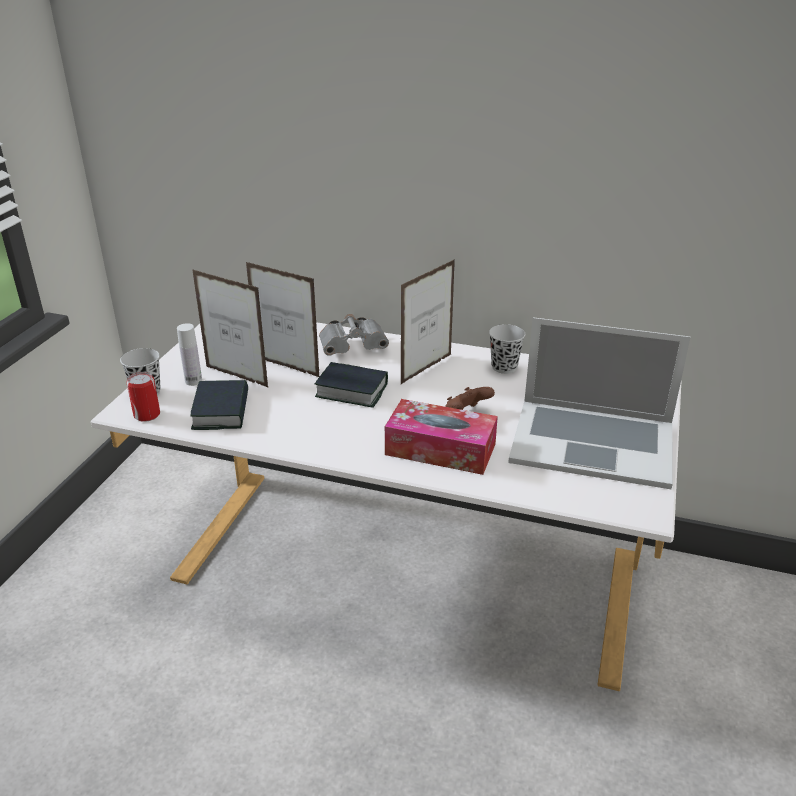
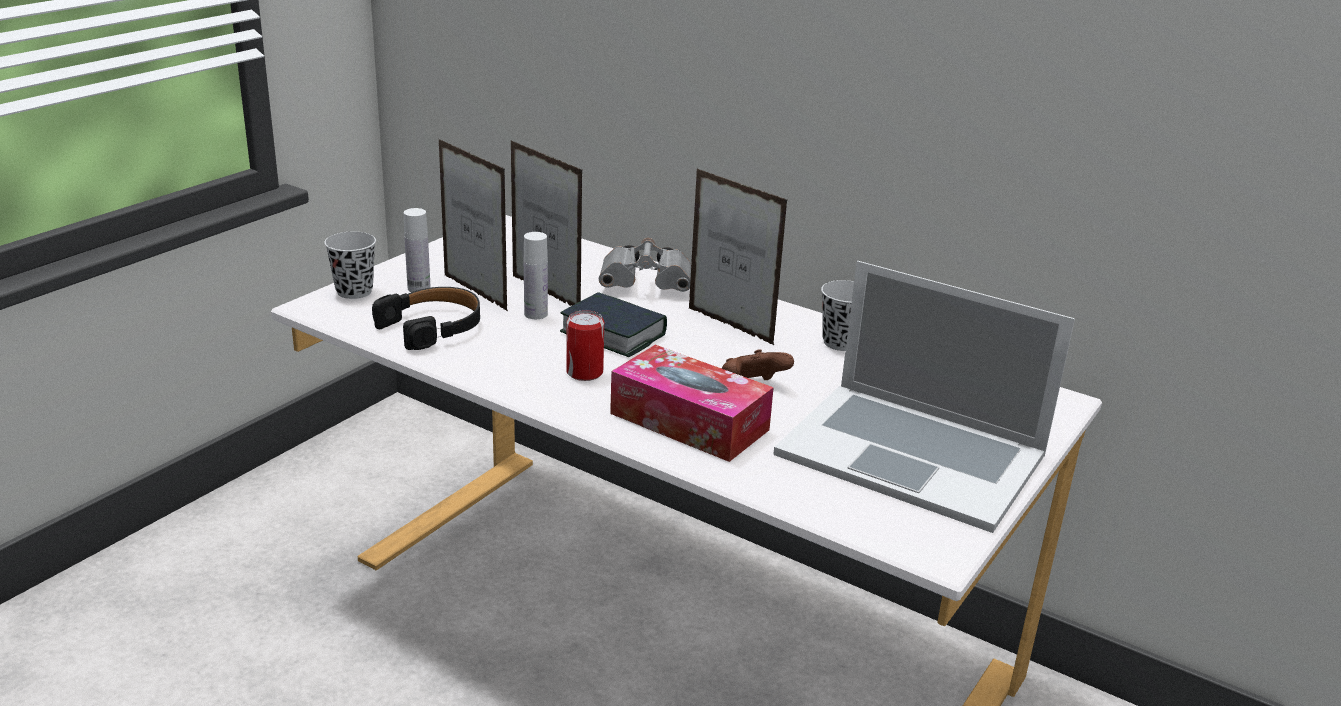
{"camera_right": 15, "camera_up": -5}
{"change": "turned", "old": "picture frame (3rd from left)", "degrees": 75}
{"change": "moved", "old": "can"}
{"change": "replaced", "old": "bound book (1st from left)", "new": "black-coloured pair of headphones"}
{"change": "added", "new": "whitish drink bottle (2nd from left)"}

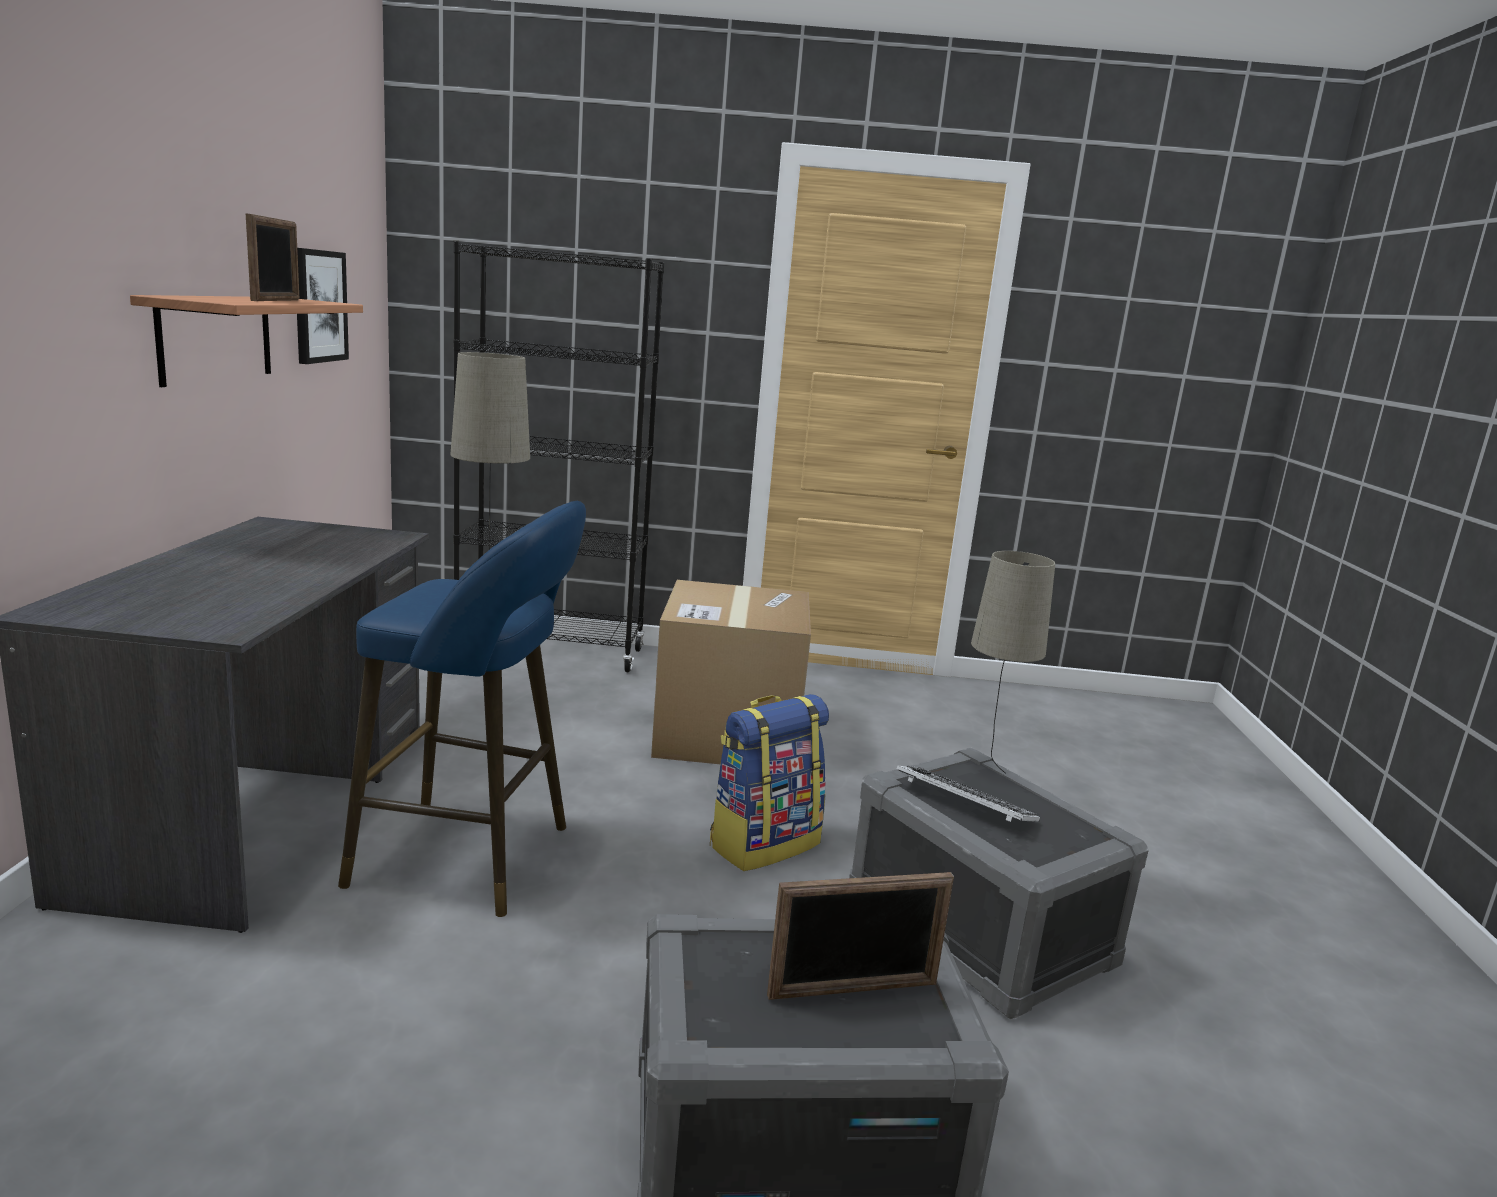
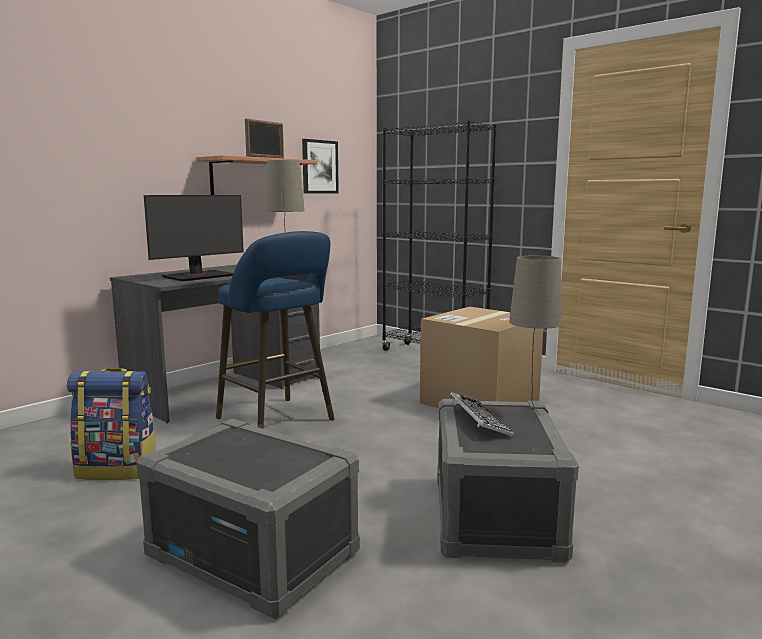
{"camera_right": 40, "camera_up": -5}
{"change": "moved", "old": "rucksack"}
{"change": "removed", "old": "picture frame (2nd from left)"}
{"change": "added", "new": "computer screen"}

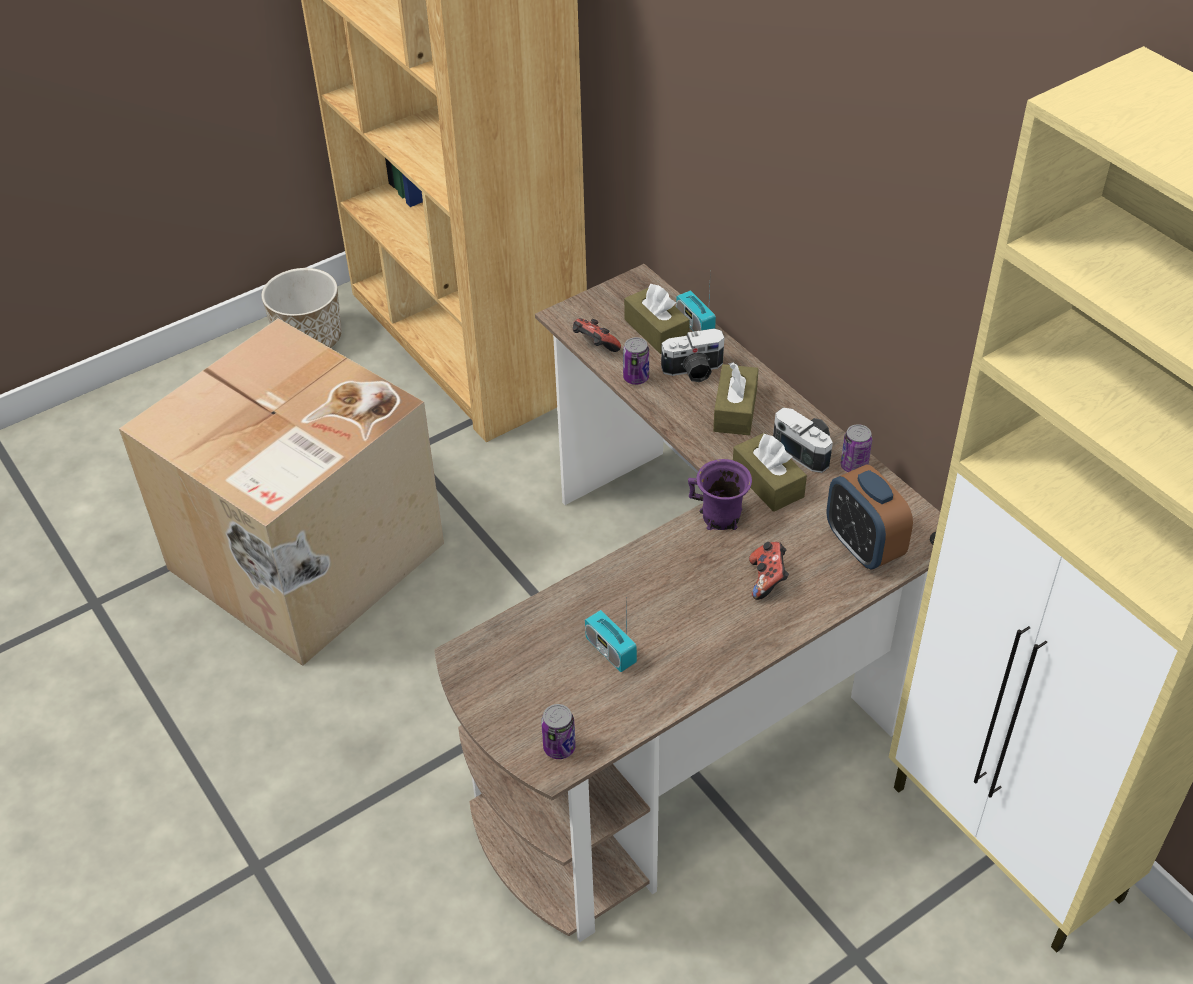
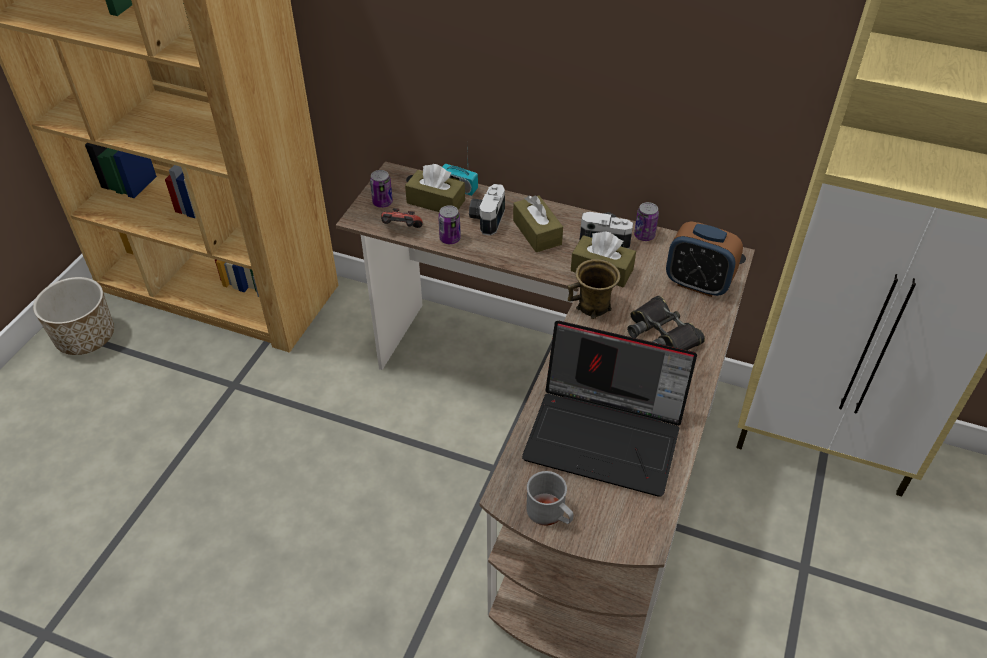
{"camera_right": -35, "camera_up": 0}
{"change": "removed", "old": "carton"}
{"change": "turned", "old": "photo camera (1st from left)", "degrees": 150}
{"change": "recoloured", "old": "purple-coloured tea mug", "new": "brown tea mug"}
{"change": "replaced", "old": "game controller (2nd from left)", "new": "black-coloured binoculars"}
{"change": "replaced", "old": "radio receiver (1st from left)", "new": "notebook computer"}
{"change": "moved", "old": "can (1st from left)"}
{"change": "added", "new": "greyish tea mug"}

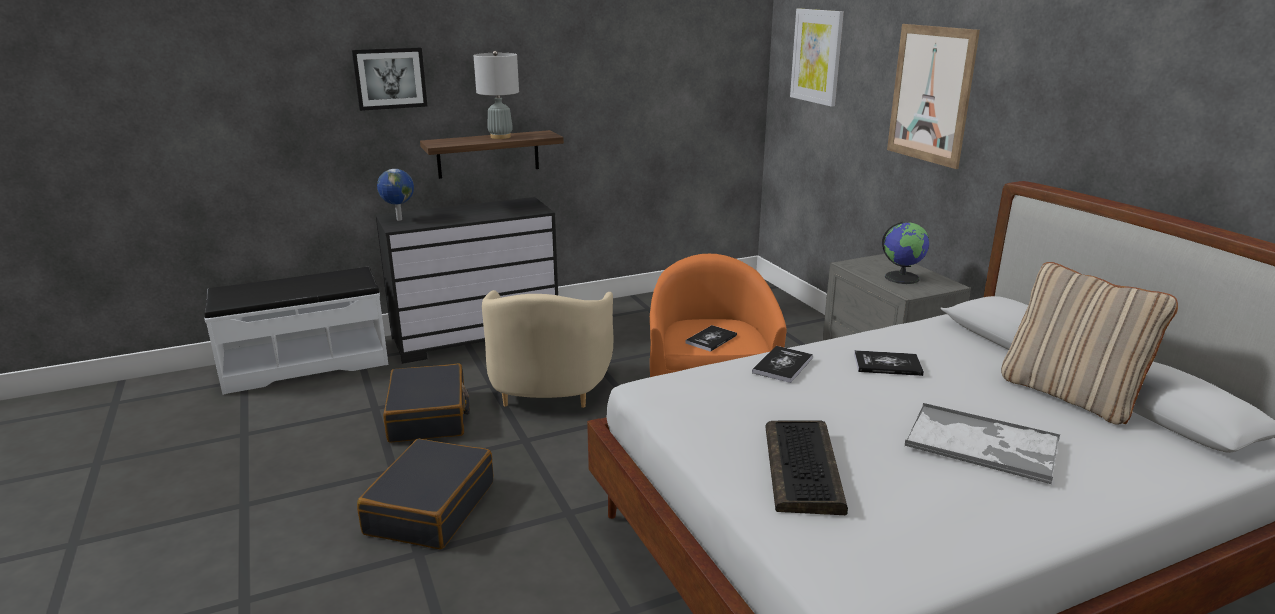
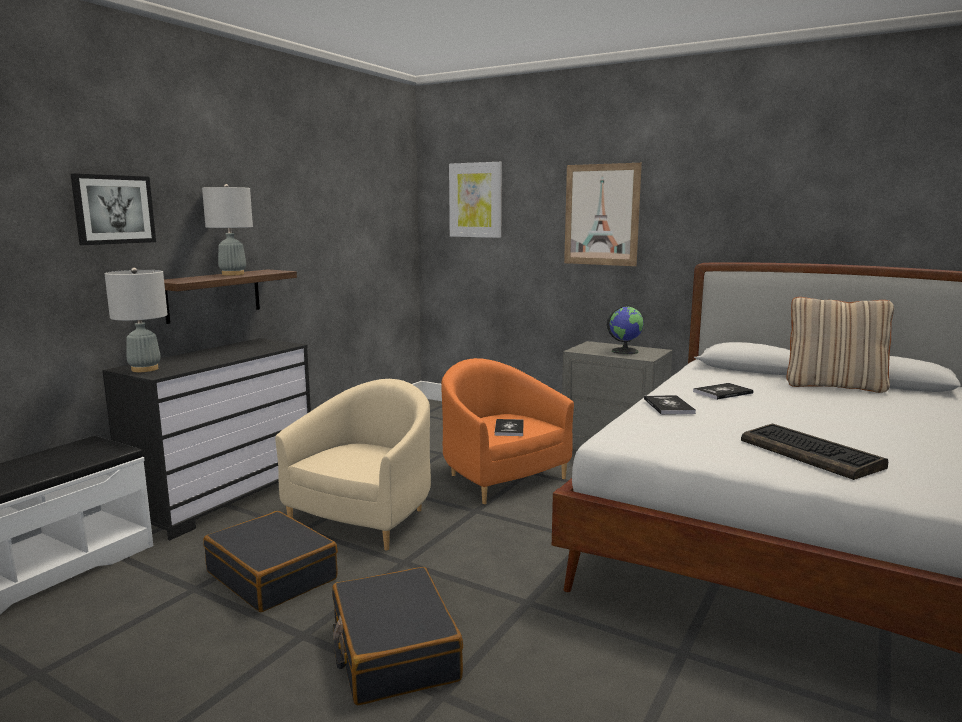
{"camera_right": -35, "camera_up": -10}
{"change": "replaced", "old": "world globe (1st from left)", "new": "greyish lamp for a table (1st from left)"}
{"change": "turned", "old": "beige lounge chair", "degrees": -120}
{"change": "removed", "old": "carrying tray"}

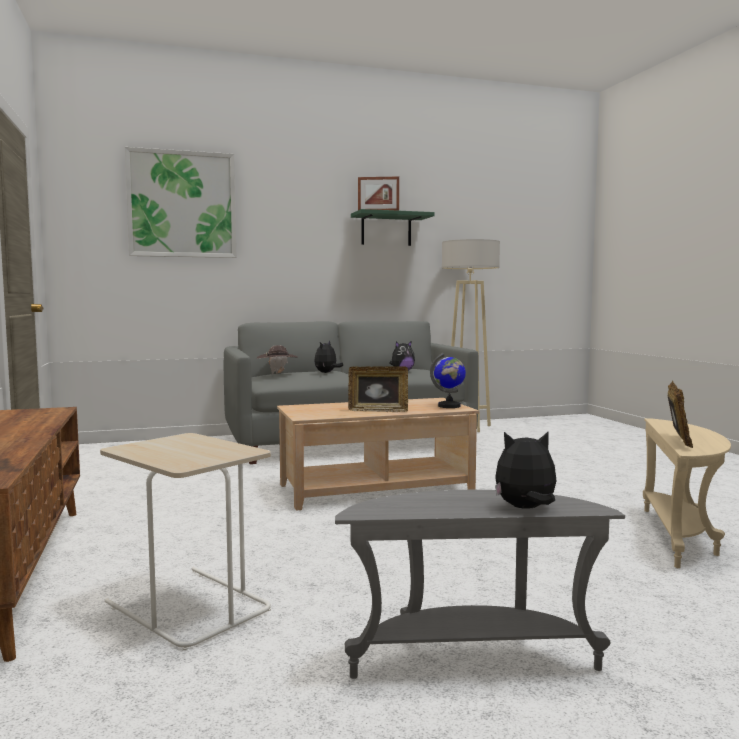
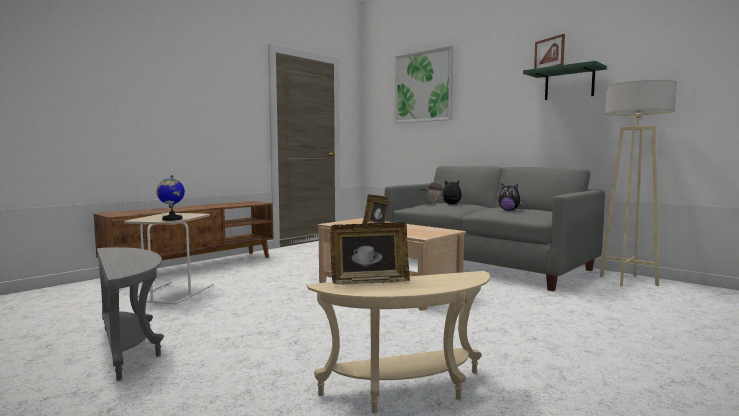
{"camera_right": 60, "camera_up": 0}
{"change": "moved", "old": "world globe"}
{"change": "removed", "old": "soft toy (3rd from left)"}

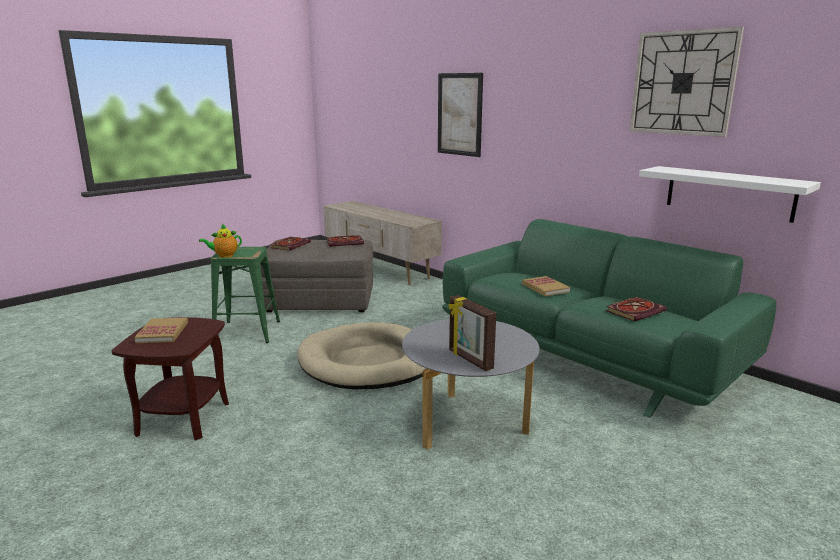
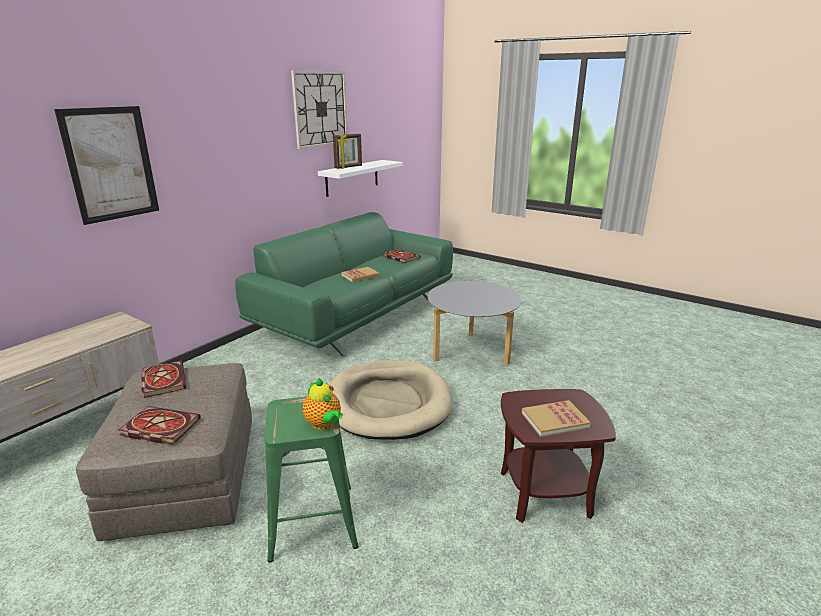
{"camera_right": -100, "camera_up": 5}
{"change": "moved", "old": "picture frame"}

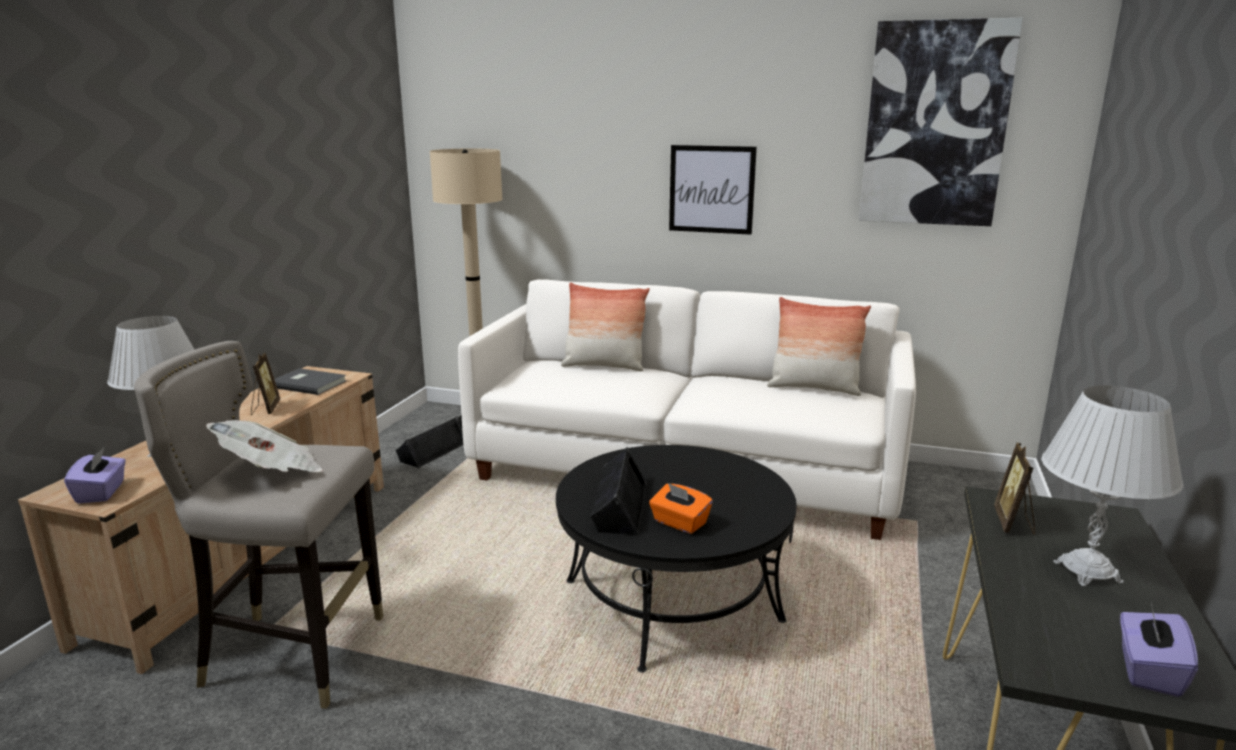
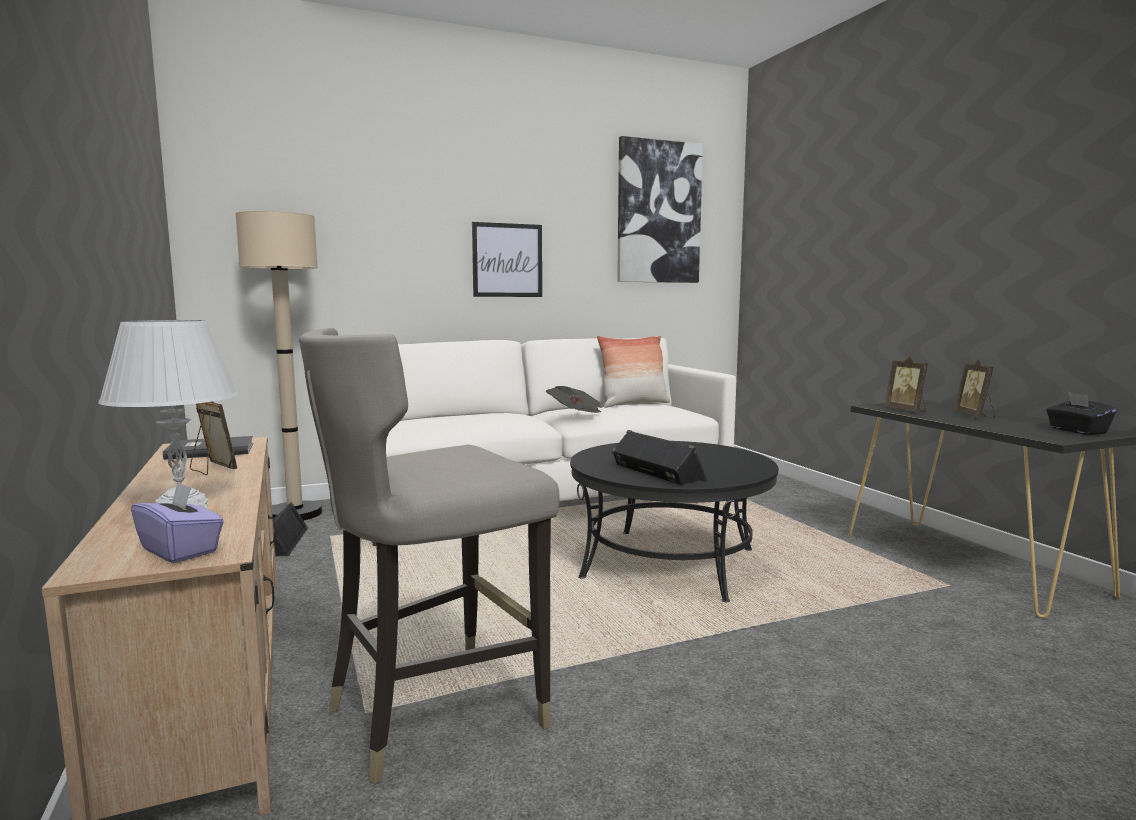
{"camera_right": -40, "camera_up": -10}
{"change": "removed", "old": "pillow (1st from left)"}
{"change": "replaced", "old": "whitish lamp for a table (2nd from left)", "new": "picture frame (3rd from left)"}
{"change": "moved", "old": "daily paper"}
{"change": "removed", "old": "orange box of tissues"}
{"change": "recoloured", "old": "purple-coloured box of tissues (2nd from left)", "new": "black-coloured box of tissues"}

